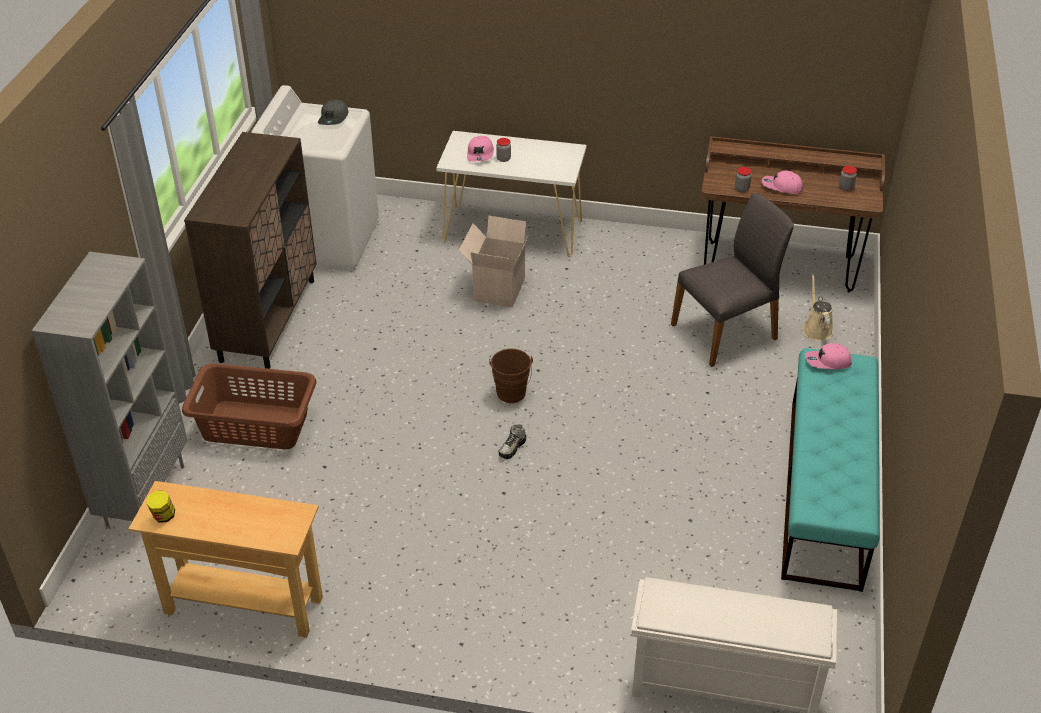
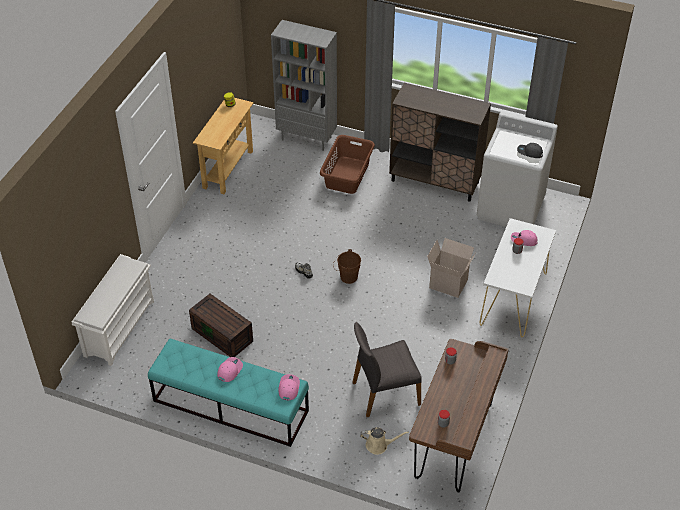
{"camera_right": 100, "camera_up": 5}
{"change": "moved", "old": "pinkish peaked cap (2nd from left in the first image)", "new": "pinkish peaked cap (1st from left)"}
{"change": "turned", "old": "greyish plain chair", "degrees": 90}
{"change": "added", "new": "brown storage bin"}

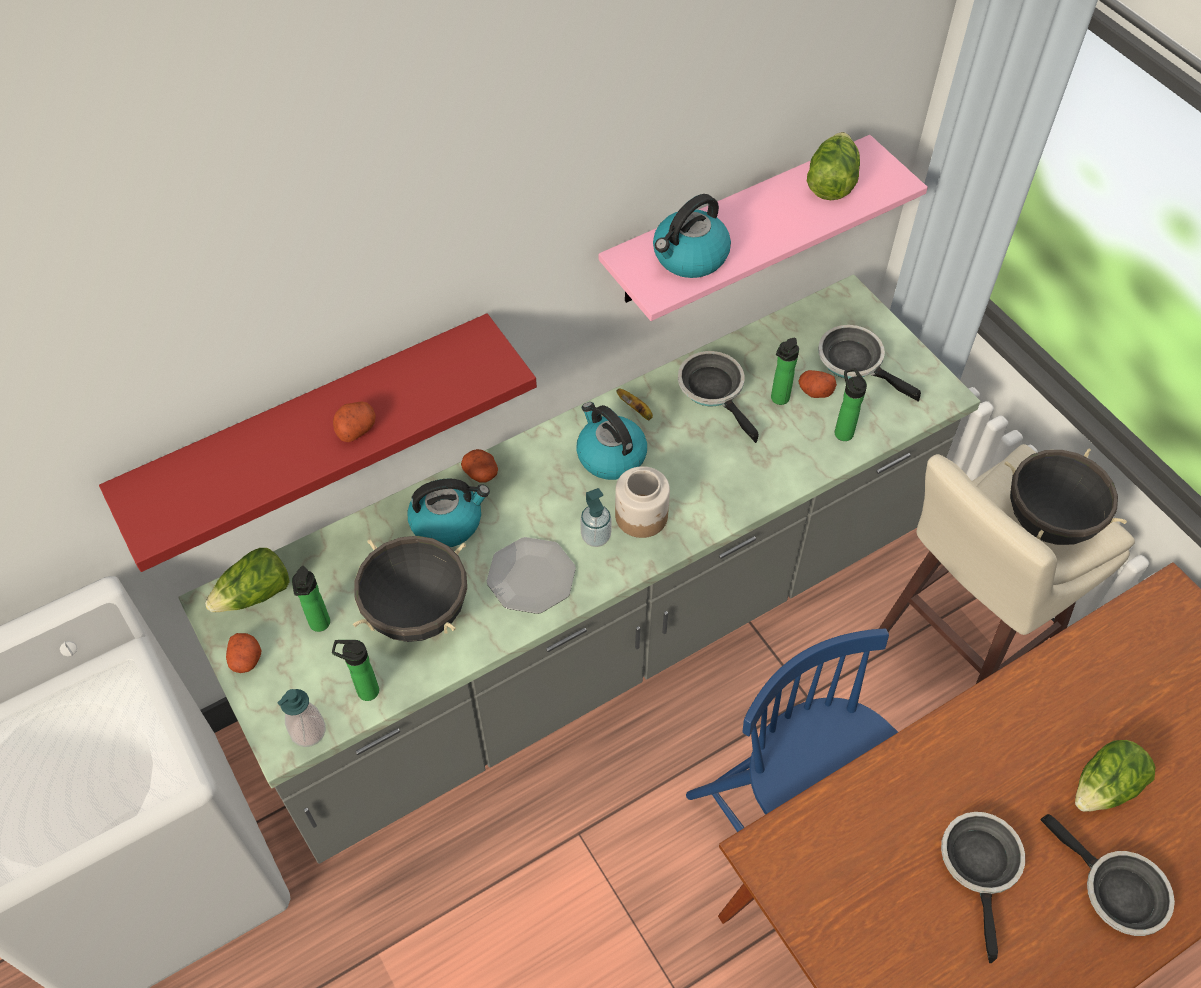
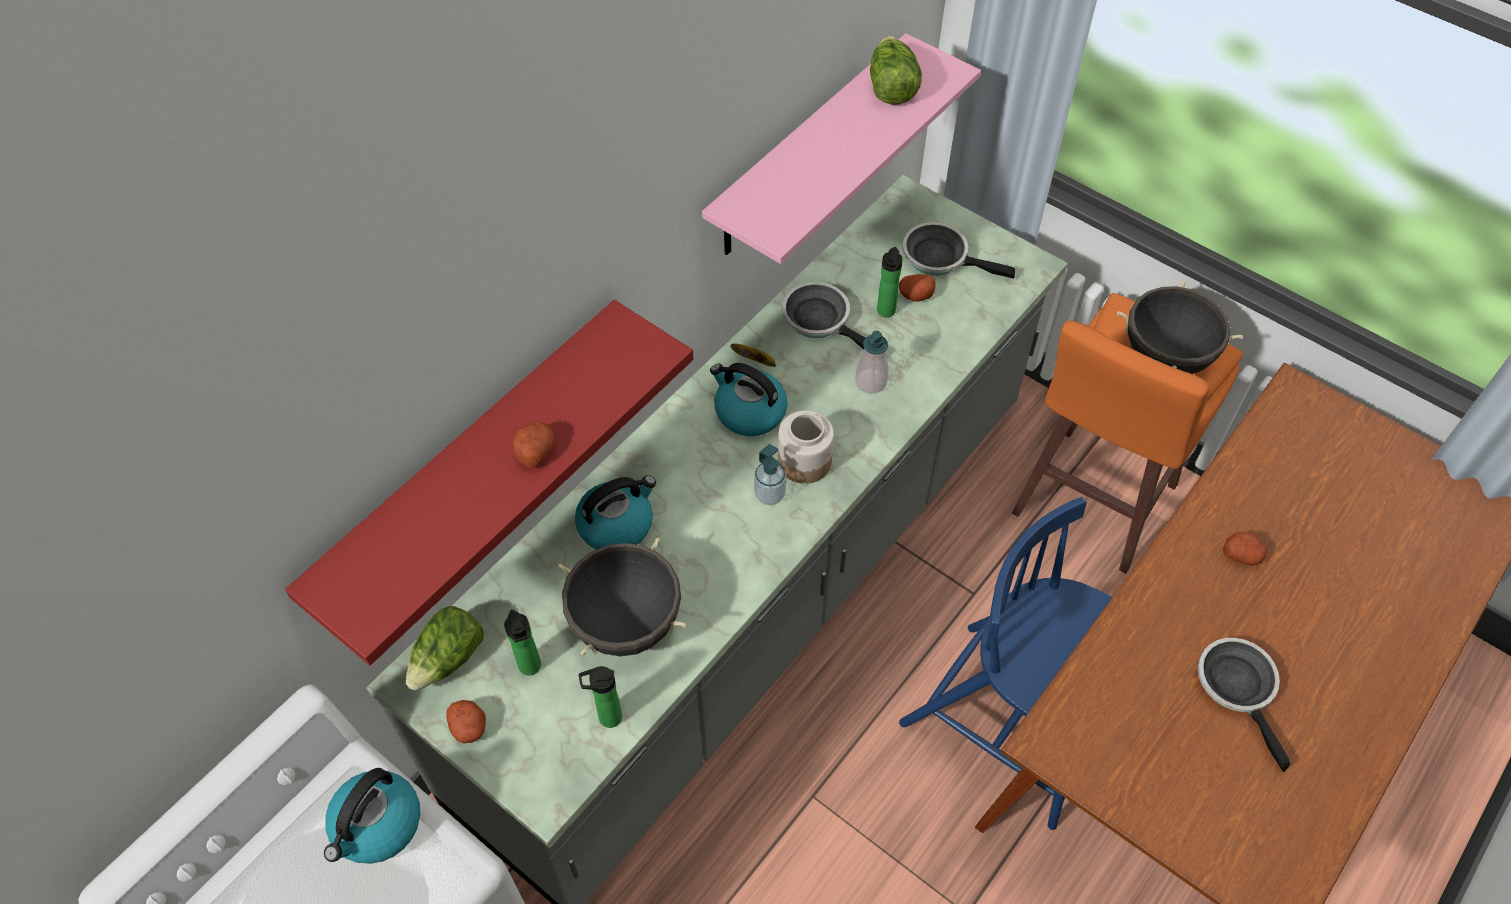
{"camera_right": -20, "camera_up": 0}
{"change": "moved", "old": "tea kettle (3rd from left in the first image)", "new": "tea kettle (1st from left)"}
{"change": "removed", "old": "drink bottle (4th from left)"}
{"change": "recoloured", "old": "beige sitting stool", "new": "orange sitting stool"}
{"change": "moved", "old": "whole potato (3rd from left in the first image)", "new": "whole potato (4th from left)"}
{"change": "removed", "old": "flat dish"}
{"change": "moved", "old": "soap bottle (1st from left in the first image)", "new": "soap bottle (2nd from left)"}
{"change": "removed", "old": "head of lettuce (3rd from left)"}
{"change": "removed", "old": "frying pan (4th from left)"}

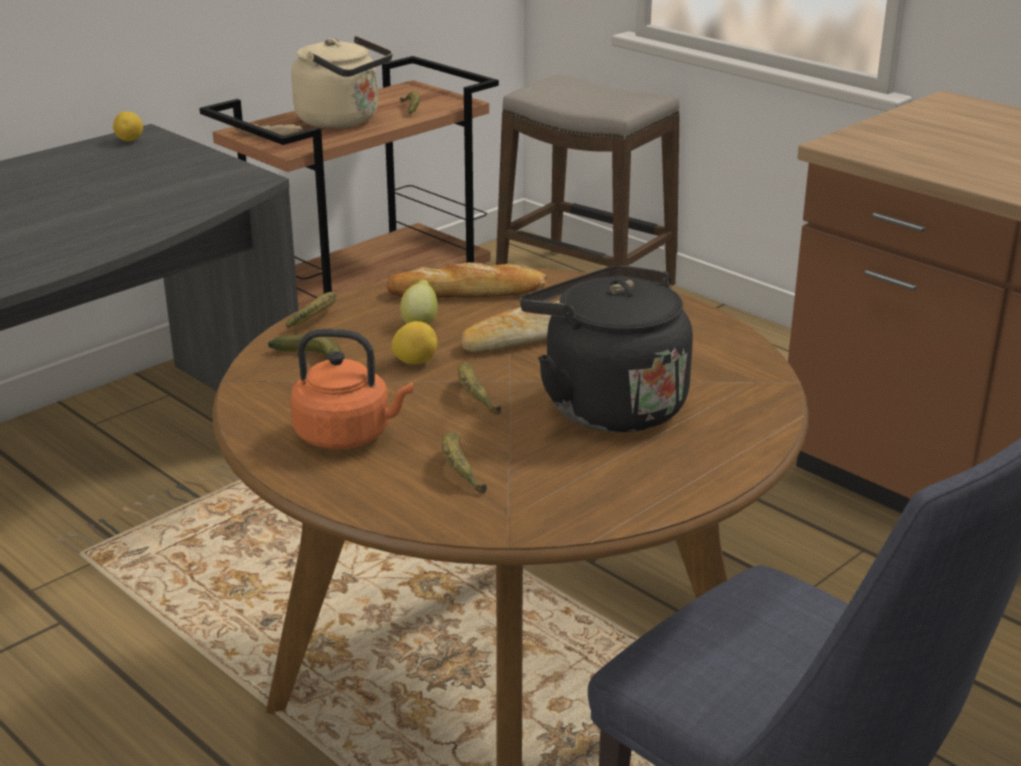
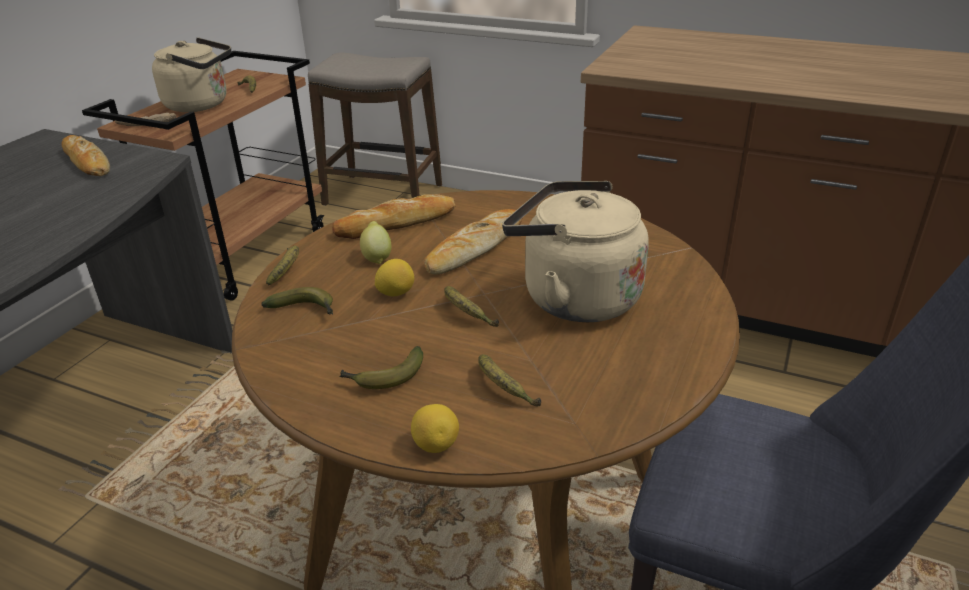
{"camera_right": -20, "camera_up": 5}
{"change": "moved", "old": "lemon (1st from left in the first image)", "new": "lemon (3rd from left)"}
{"change": "recoloured", "old": "black-coloured tea kettle", "new": "beige tea kettle (2nd from left)"}
{"change": "replaced", "old": "orange tea kettle", "new": "banana fruit (4th from left)"}
{"change": "added", "new": "bread (1st from left)"}

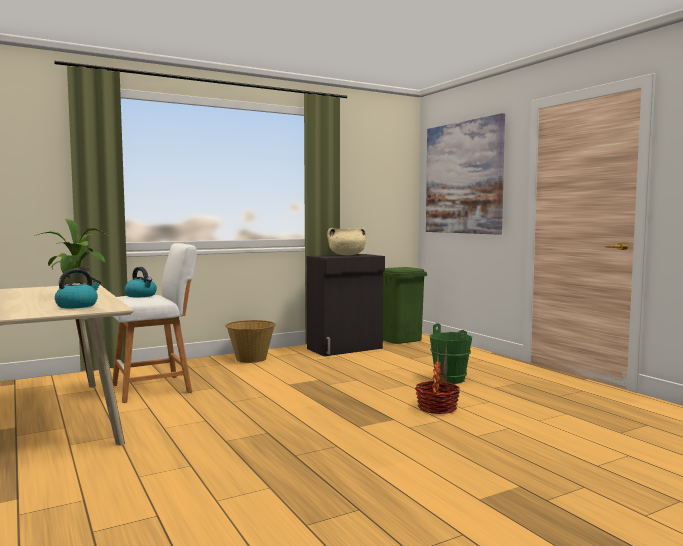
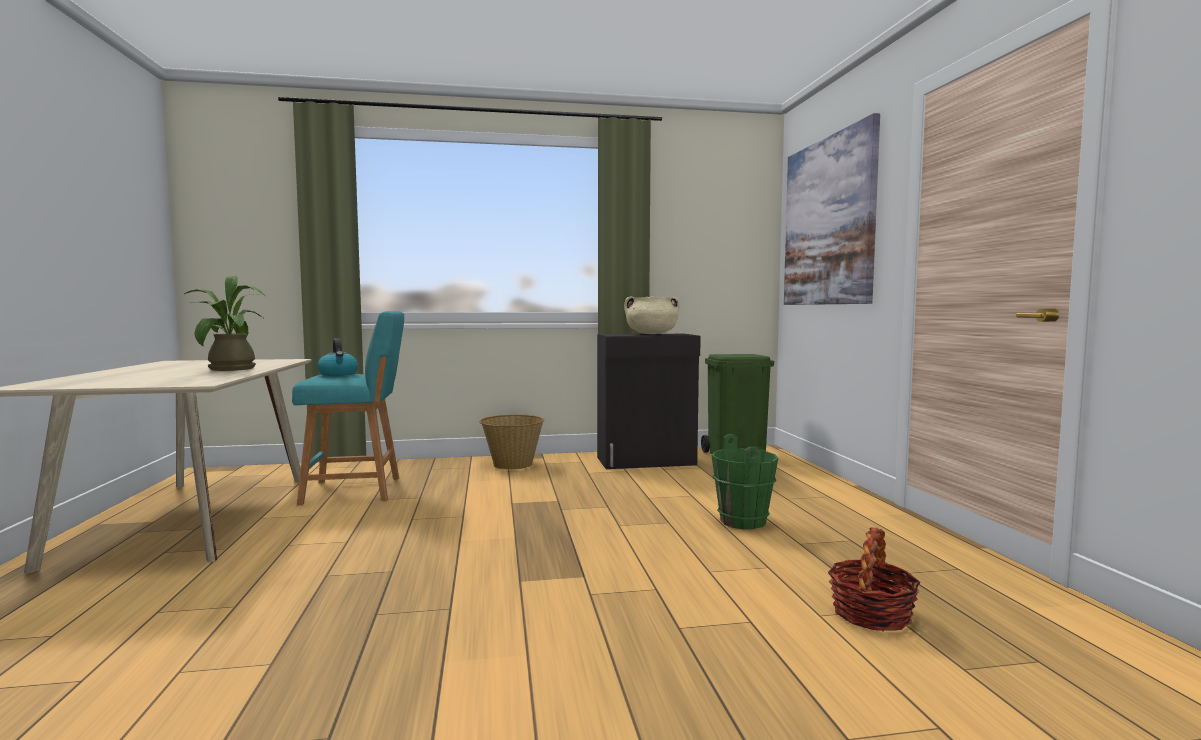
{"camera_right": 20, "camera_up": 0}
{"change": "recoloured", "old": "whitish sitting stool", "new": "turquoise-coloured sitting stool"}
{"change": "removed", "old": "tea kettle (1st from left)"}
{"change": "moved", "old": "basket (2nd from left)"}

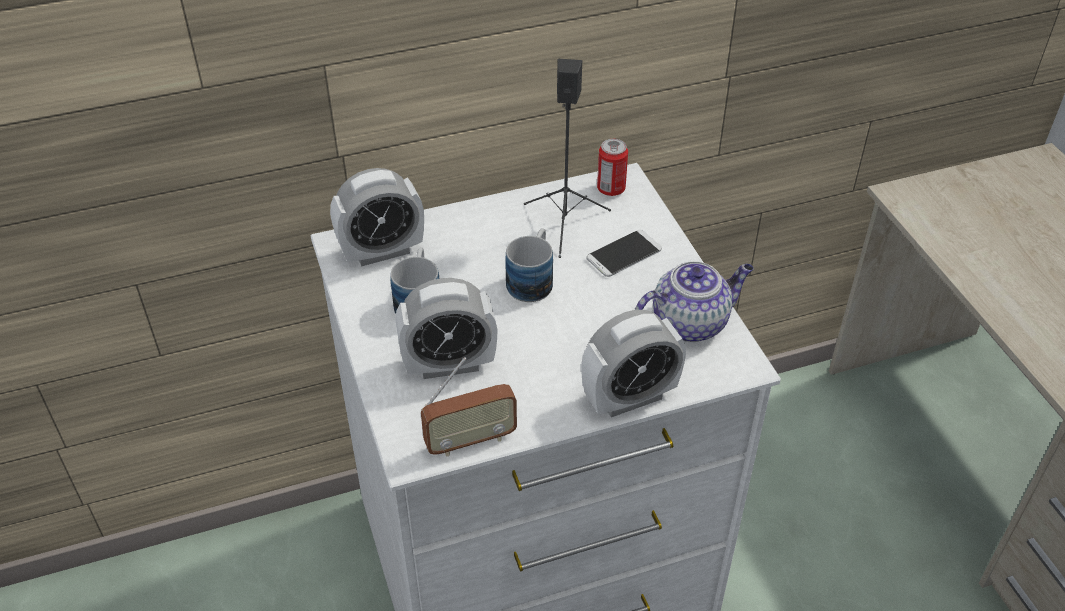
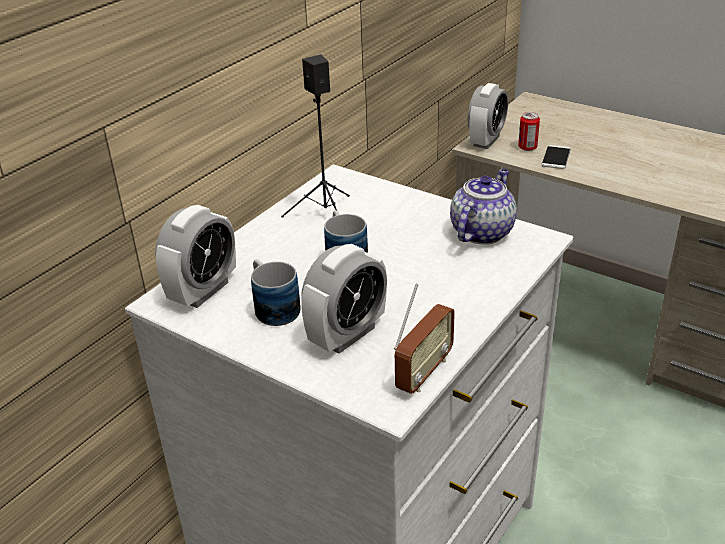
{"camera_right": -35, "camera_up": -10}
{"change": "moved", "old": "can"}
{"change": "moved", "old": "phone"}
{"change": "moved", "old": "bedside clock (3rd from left)"}

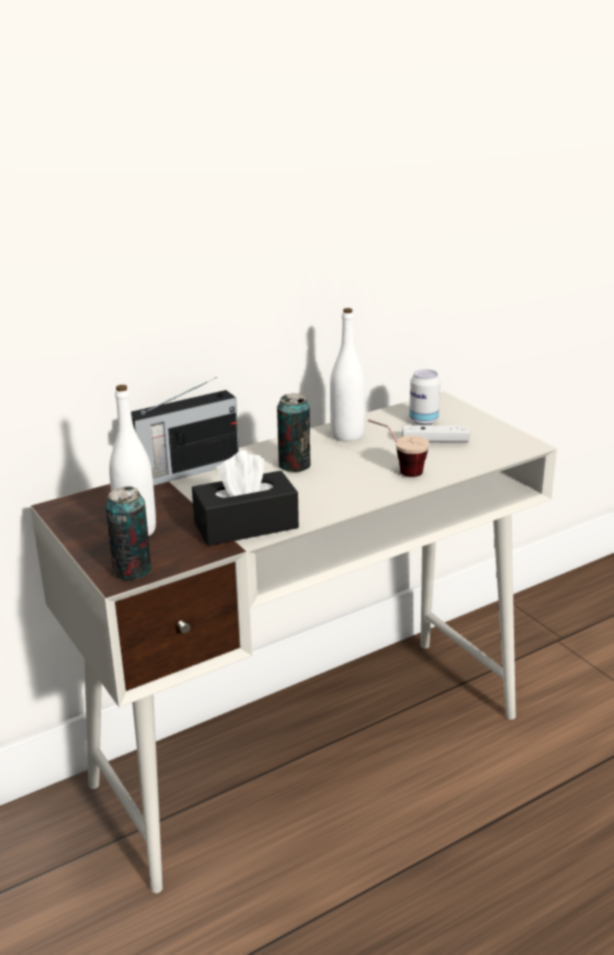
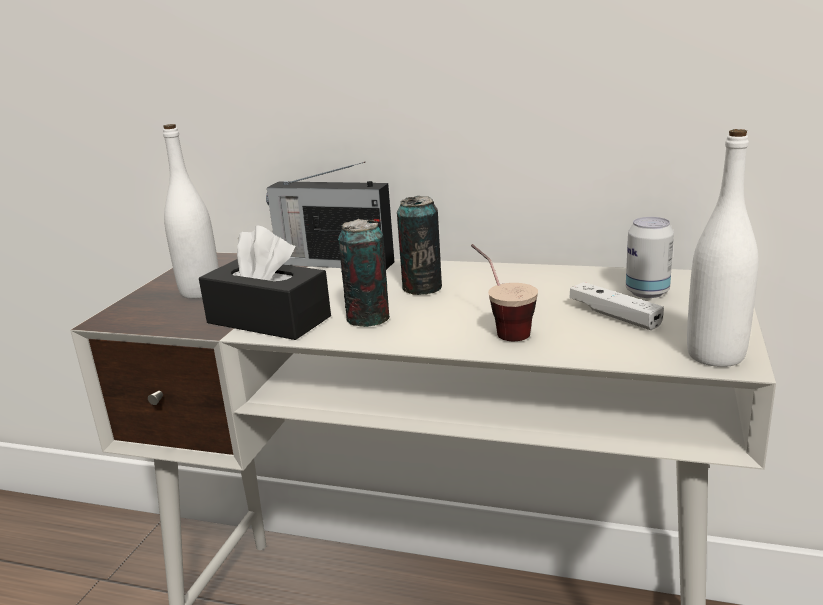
{"camera_right": 50, "camera_up": -5}
{"change": "moved", "old": "whitish drink bottle (2nd from left)"}
{"change": "moved", "old": "can (1st from left)"}

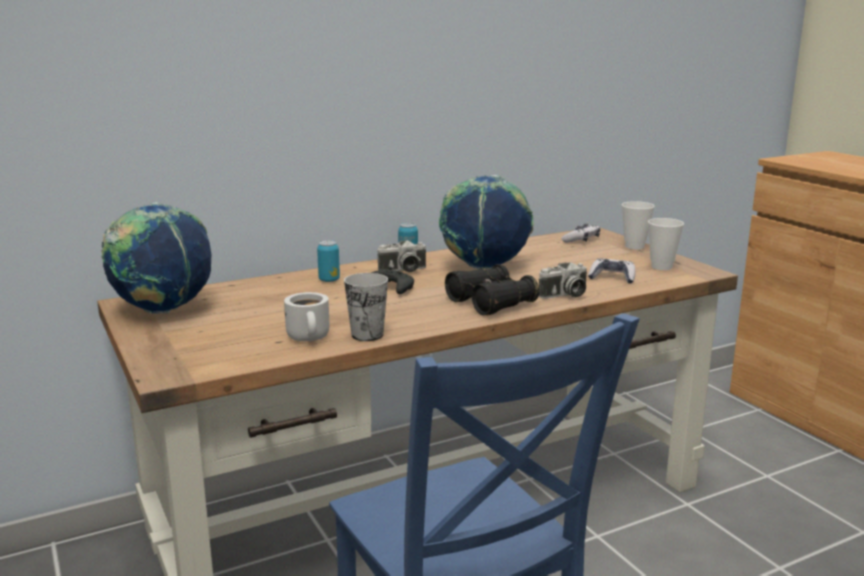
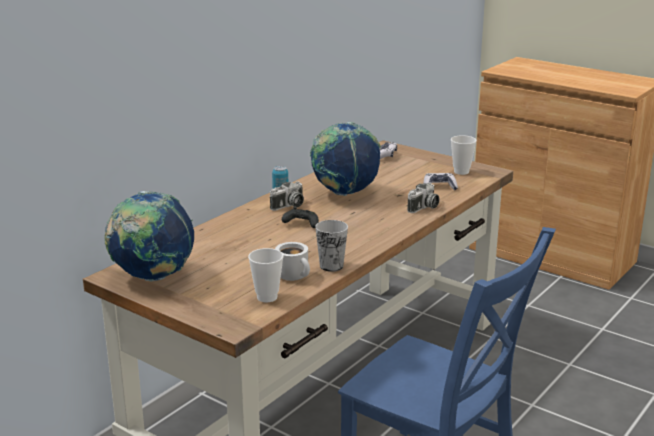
{"camera_right": -25, "camera_up": 5}
{"change": "moved", "old": "drinking cup (2nd from left in the first image)", "new": "drinking cup (1st from left)"}
{"change": "removed", "old": "can (1st from left)"}
{"change": "removed", "old": "black-coloured binoculars"}

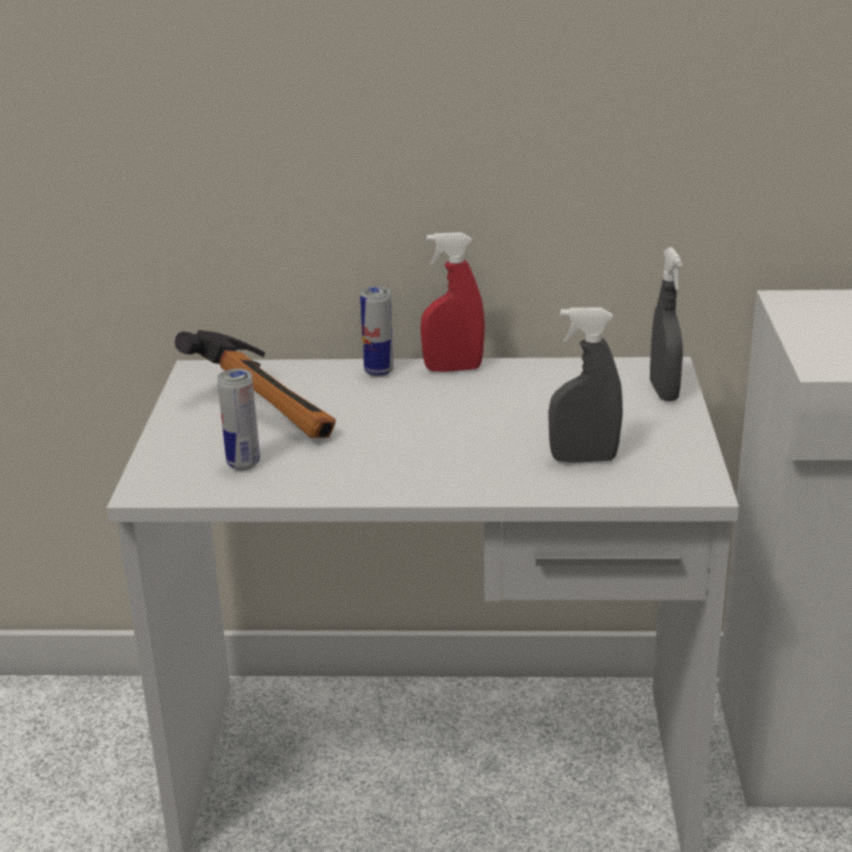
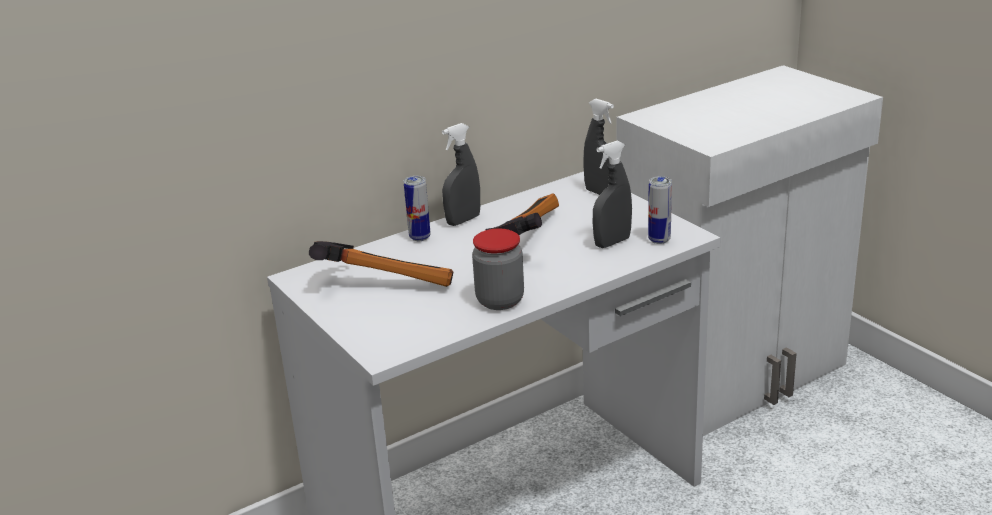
{"camera_right": -35, "camera_up": 0}
{"change": "recoloured", "old": "red spray bottle", "new": "greyish spray bottle (1st from left)"}
{"change": "moved", "old": "can (1st from left in the first image)", "new": "can (2nd from left)"}
{"change": "added", "new": "tool hammer (2nd from left)"}
{"change": "added", "new": "storage jar"}

